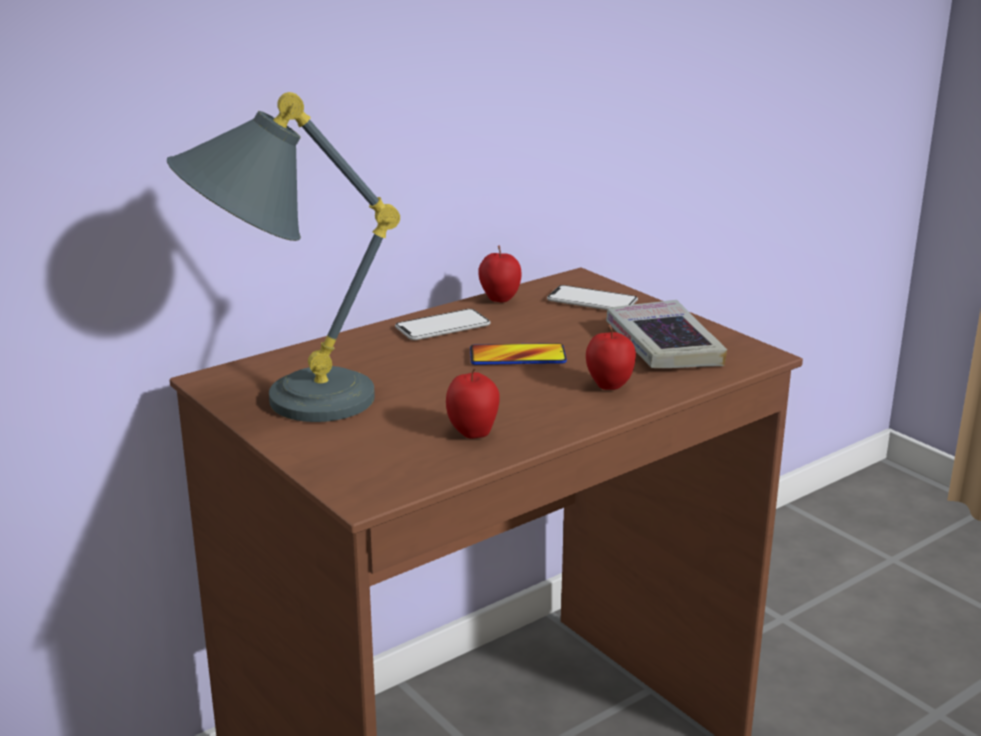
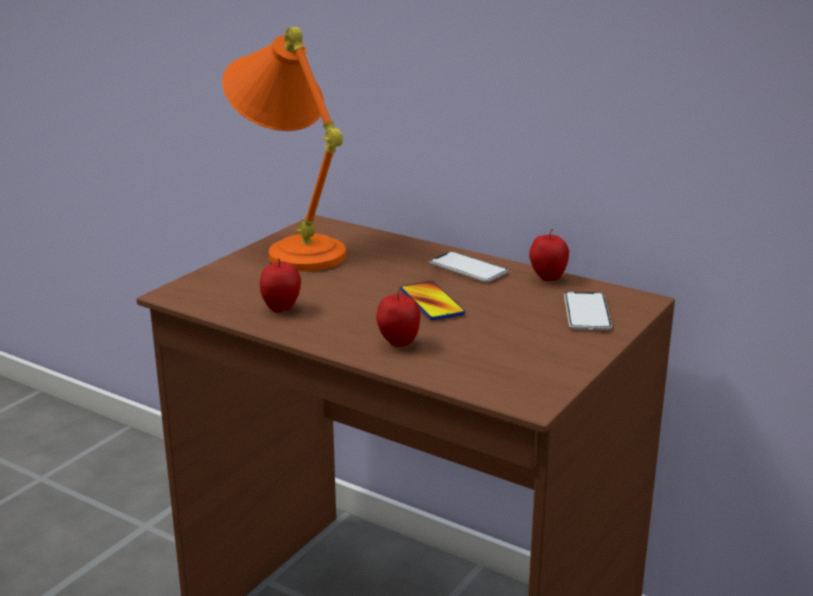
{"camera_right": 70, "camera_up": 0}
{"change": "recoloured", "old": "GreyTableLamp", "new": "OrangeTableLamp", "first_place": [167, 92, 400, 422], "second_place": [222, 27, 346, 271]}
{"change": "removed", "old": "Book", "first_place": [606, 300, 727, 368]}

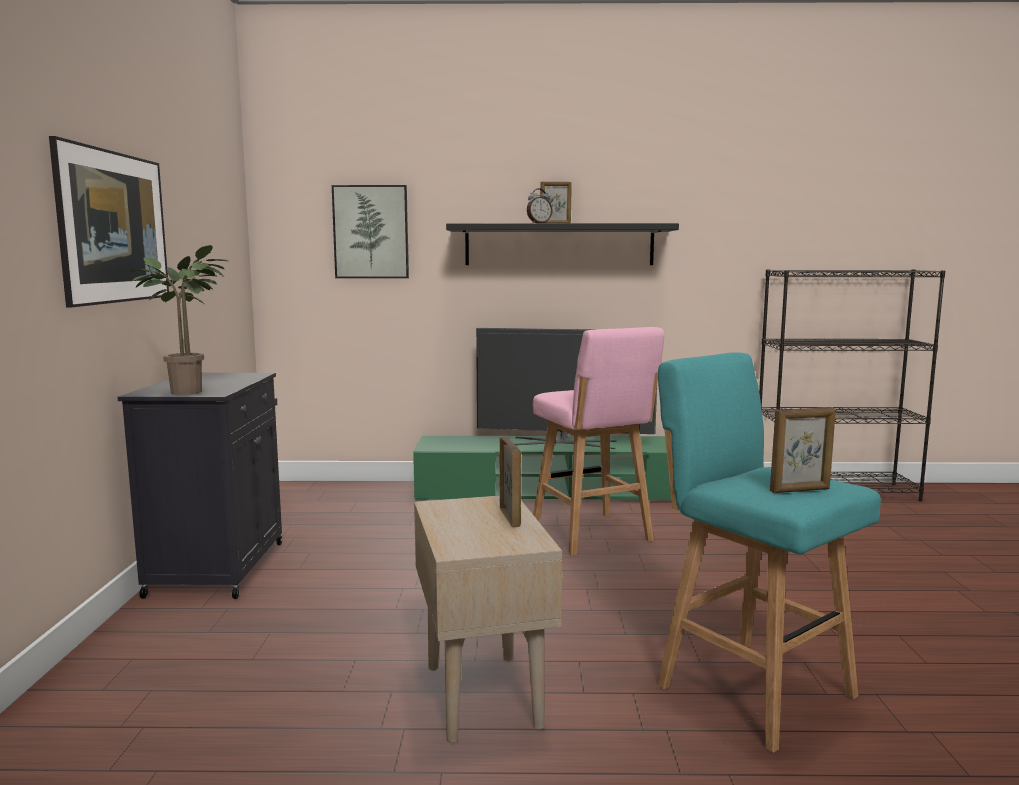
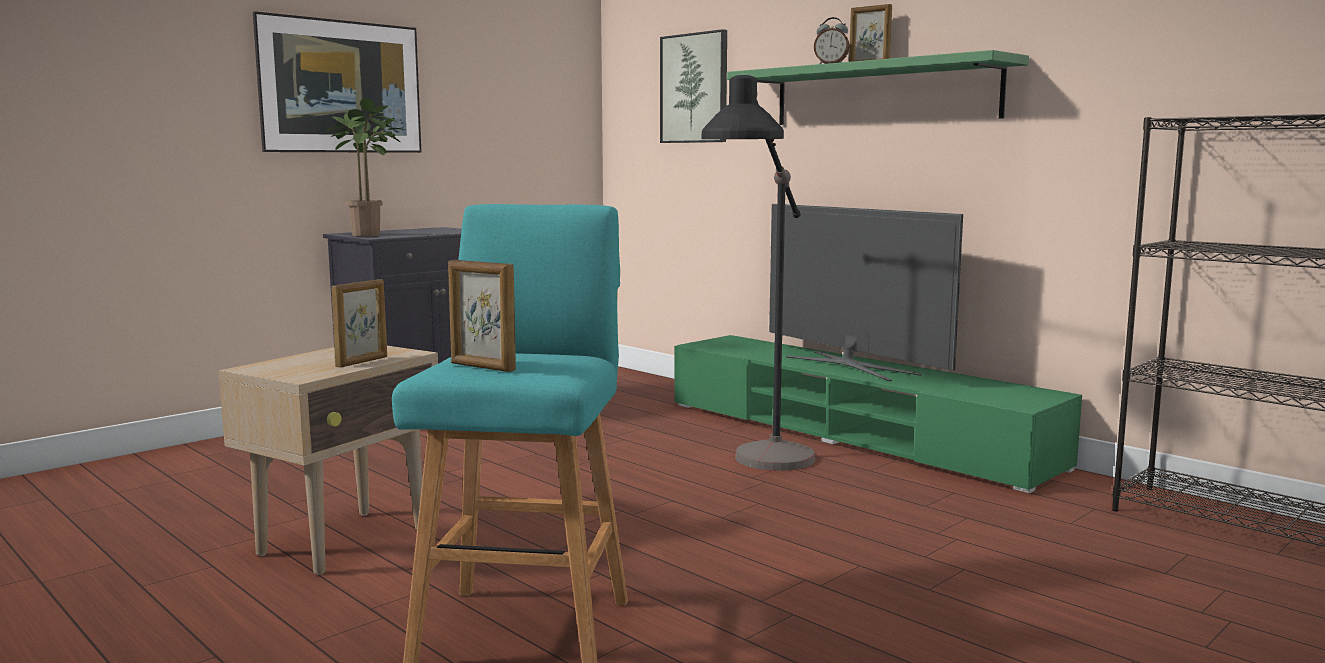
{"camera_right": 45, "camera_up": 0}
{"change": "replaced", "old": "PinkStool", "new": "BlackFloorLamp", "first_place": [533, 327, 664, 556], "second_place": [702, 75, 816, 471]}
{"change": "recoloured", "old": "BlackShelf", "new": "GreenShelf", "first_place": [446, 223, 679, 265], "second_place": [727, 50, 1029, 125]}

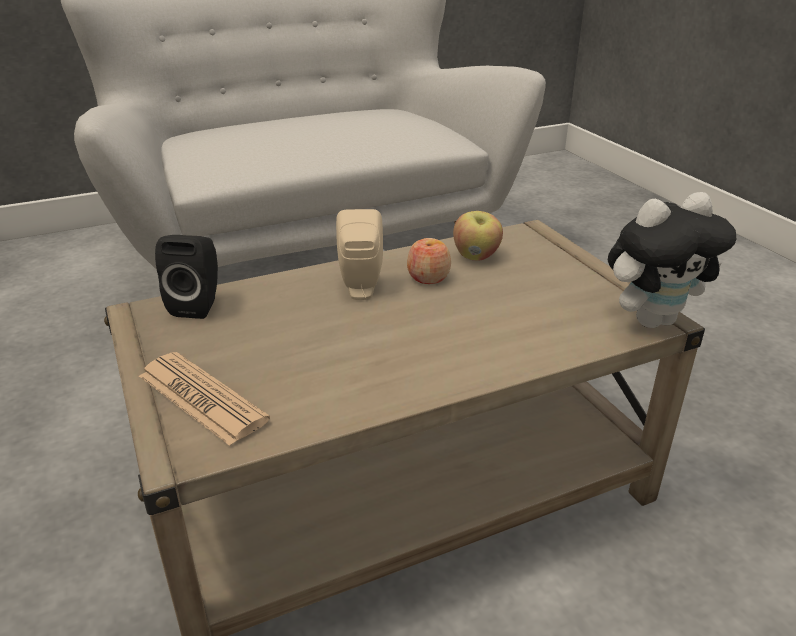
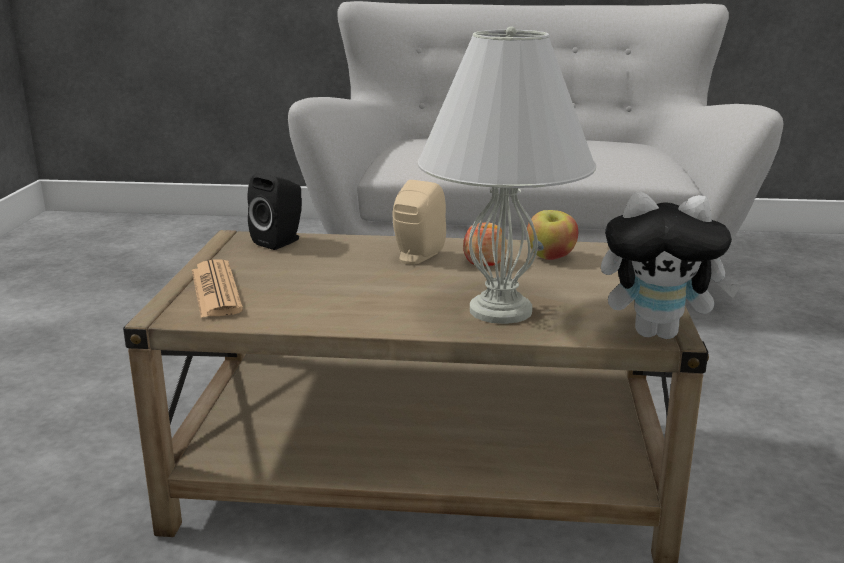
{"camera_right": 30, "camera_up": -10}
{"change": "added", "new": "WhiteTableLamp", "second_place": [418, 26, 596, 324]}

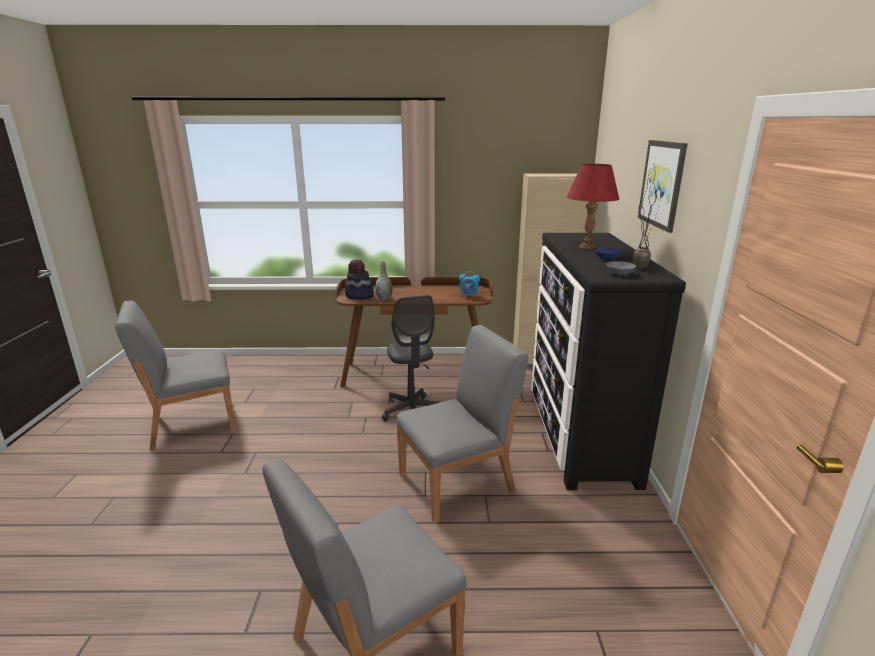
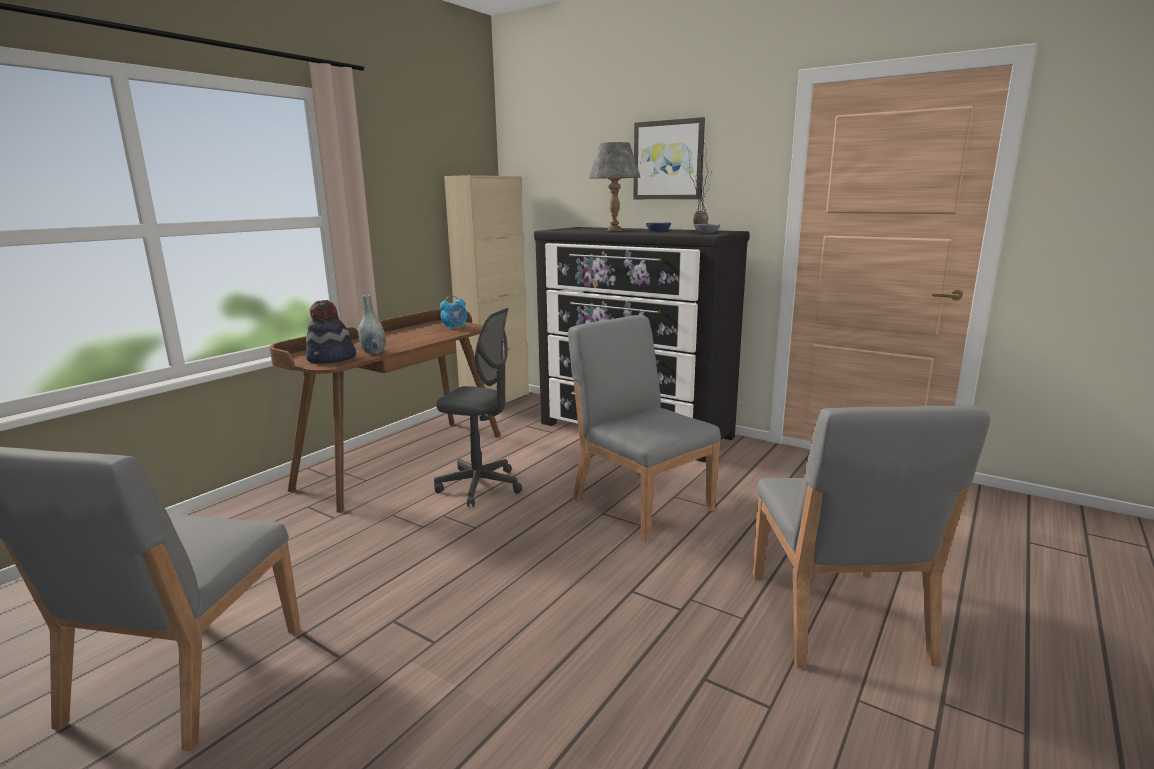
{"camera_right": -55, "camera_up": -5}
{"change": "turned", "old": "GreyChair", "first_place": [396, 325, 528, 524], "second_place": [568, 315, 721, 541], "degrees": -45}
{"change": "recoloured", "old": "RedTableLamp", "new": "GreyTableLamp", "first_place": [567, 164, 619, 249], "second_place": [589, 142, 641, 231]}

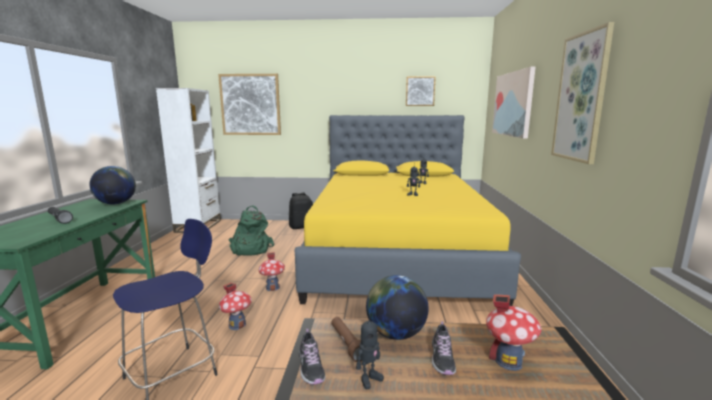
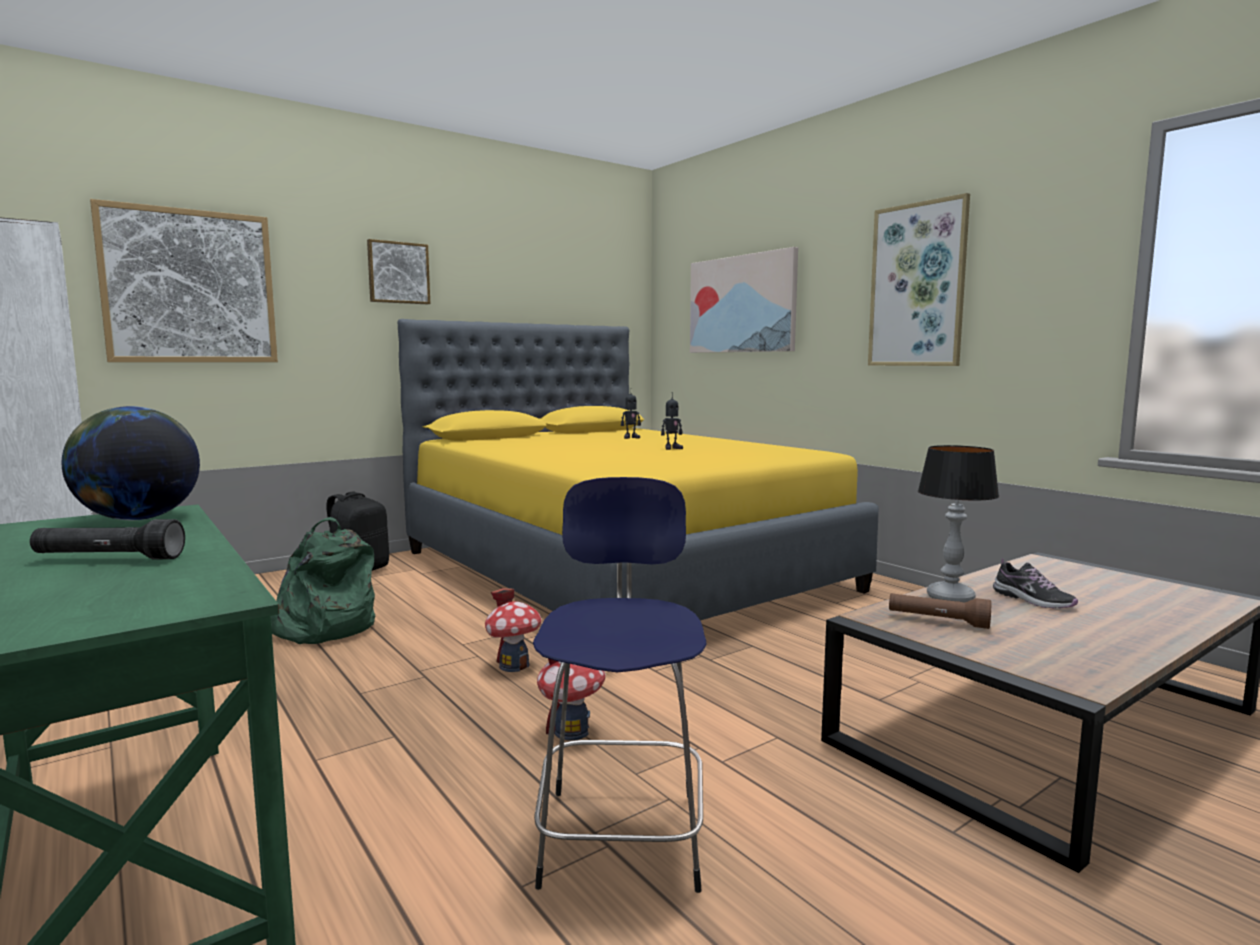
{"camera_right": -40, "camera_up": -5}
{"change": "moved", "old": "Picture", "first_place": [406, 76, 436, 106], "second_place": [367, 239, 430, 304]}
{"change": "replaced", "old": "Globe", "new": "TableLamp", "first_place": [366, 275, 429, 340], "second_place": [918, 445, 999, 602]}
{"change": "removed", "old": "Shoe", "first_place": [299, 328, 325, 385]}
{"change": "removed", "old": "ToyRobot", "first_place": [356, 313, 384, 389]}
{"change": "removed", "old": "ToyHouse", "first_place": [486, 294, 542, 371]}

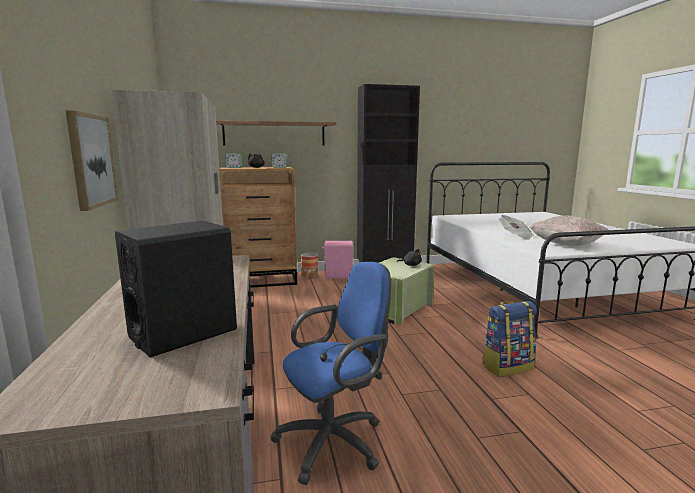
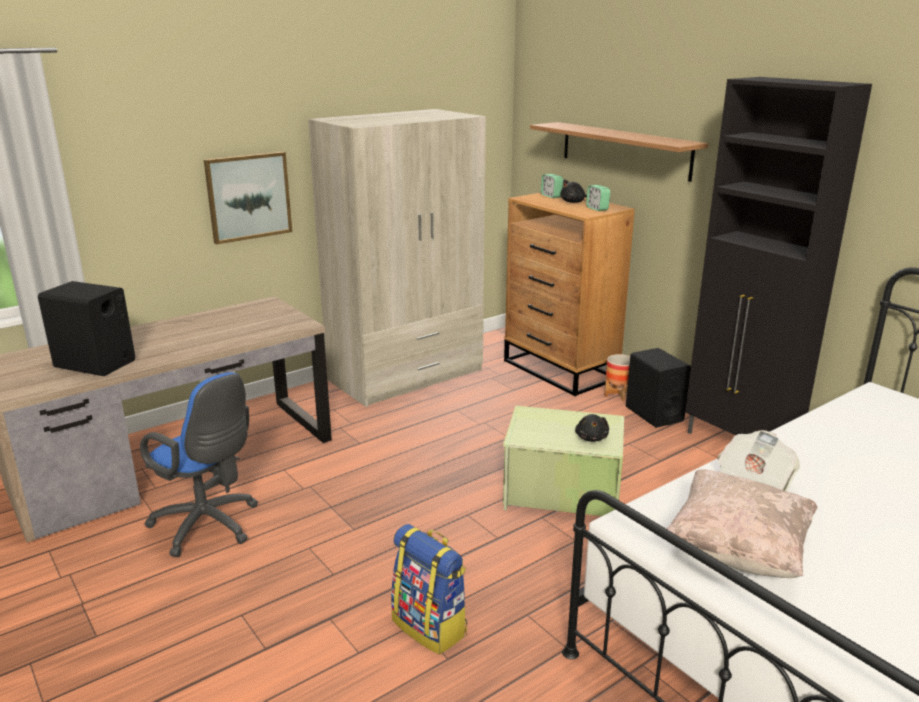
{"camera_right": 65, "camera_up": 10}
{"change": "recoloured", "old": "PinkSpeaker", "new": "BlackSpeaker", "first_place": [322, 241, 353, 279], "second_place": [626, 348, 691, 428]}

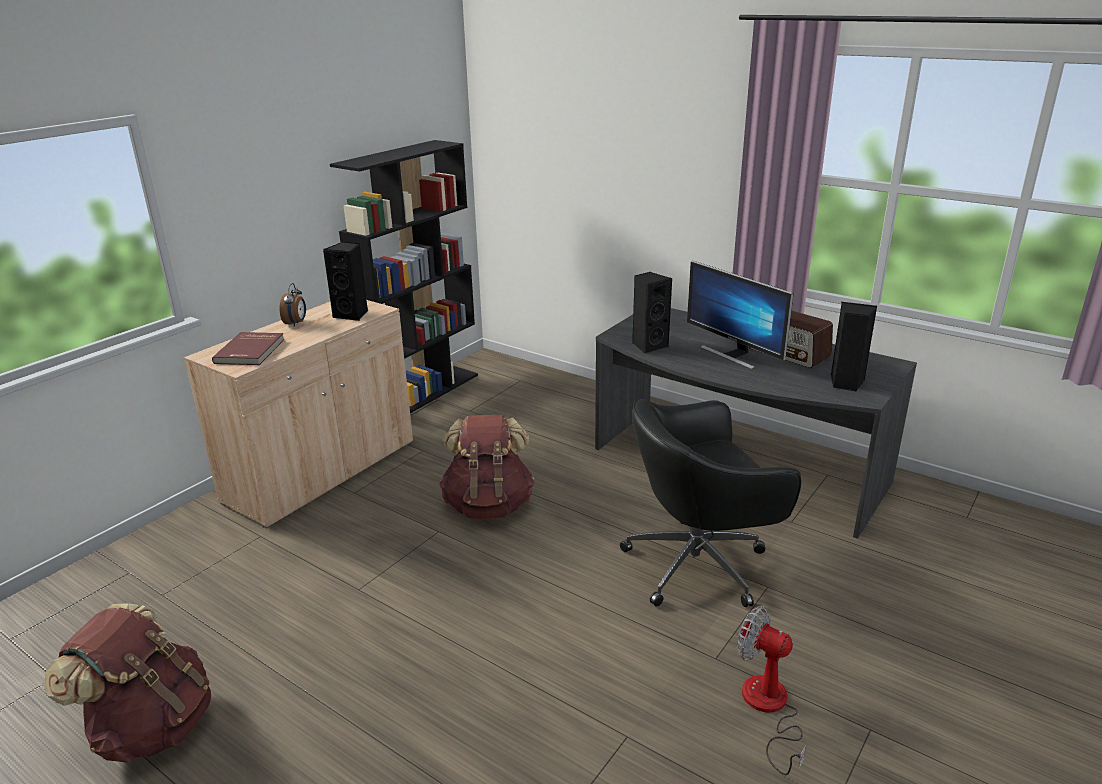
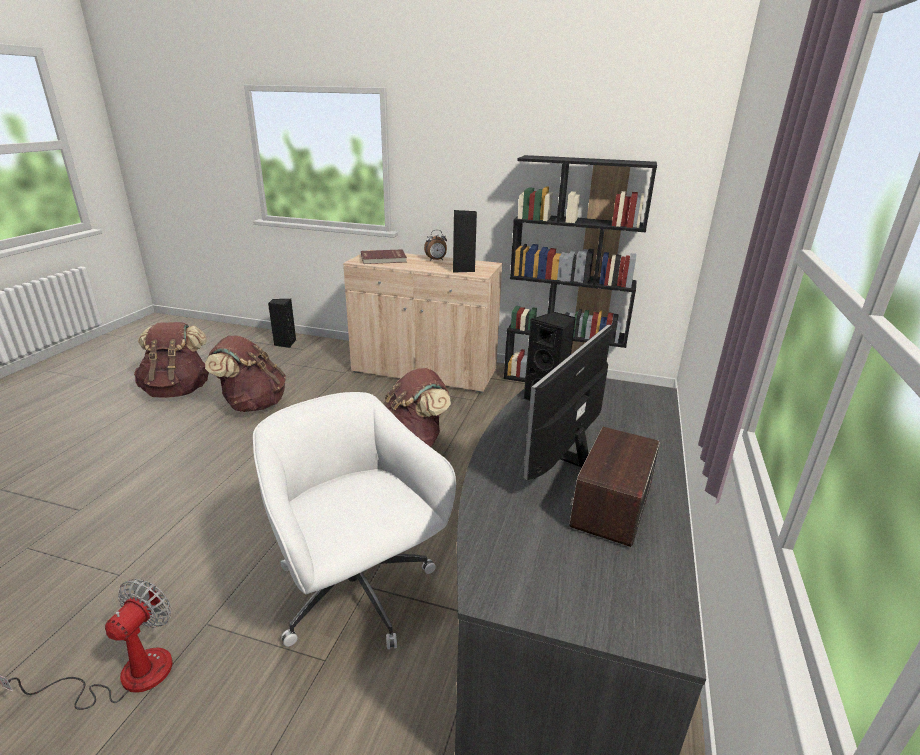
{"camera_right": 70, "camera_up": 0}
{"change": "added", "new": "BrownBackpack", "second_place": [205, 335, 286, 412]}
{"change": "recoloured", "old": "BlackOfficeChair", "new": "WhiteOfficeChair", "first_place": [620, 399, 801, 607], "second_place": [253, 392, 456, 649]}
{"change": "moved", "old": "BlackSpeaker", "first_place": [831, 302, 878, 392], "second_place": [268, 299, 296, 348]}

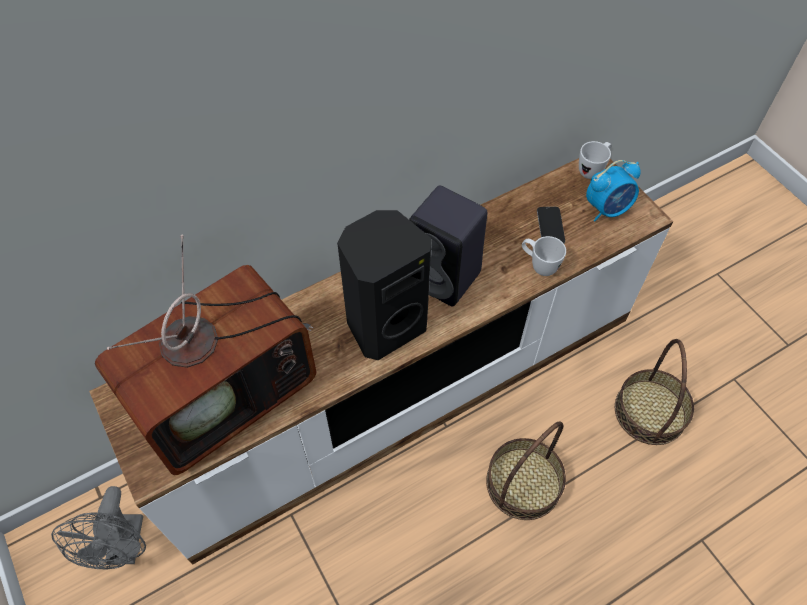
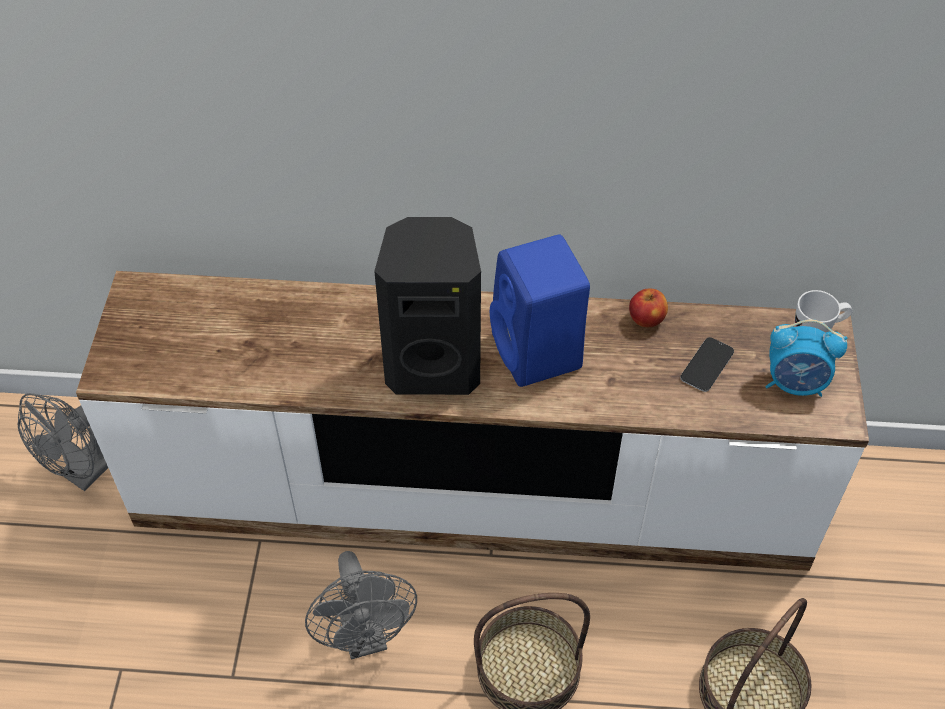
{"camera_right": 35, "camera_up": -5}
{"change": "added", "new": "GreyFan", "second_place": [305, 551, 417, 659]}
{"change": "recoloured", "old": "BlackSpeaker", "new": "BlueSpeaker", "first_place": [409, 185, 487, 307], "second_place": [490, 235, 590, 387]}
{"change": "added", "new": "Apple", "second_place": [629, 289, 668, 327]}
{"change": "removed", "old": "Television", "first_place": [95, 235, 316, 475]}
{"change": "removed", "old": "WhiteMug", "first_place": [522, 236, 566, 276]}

